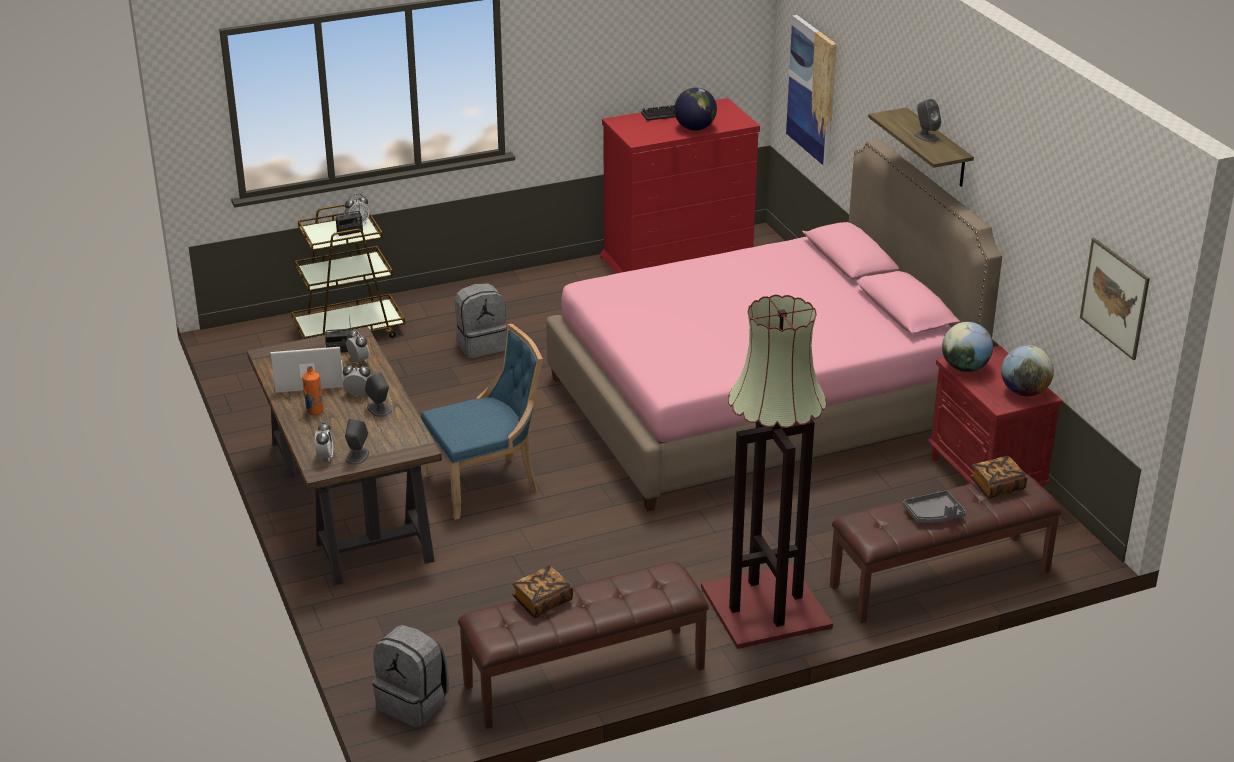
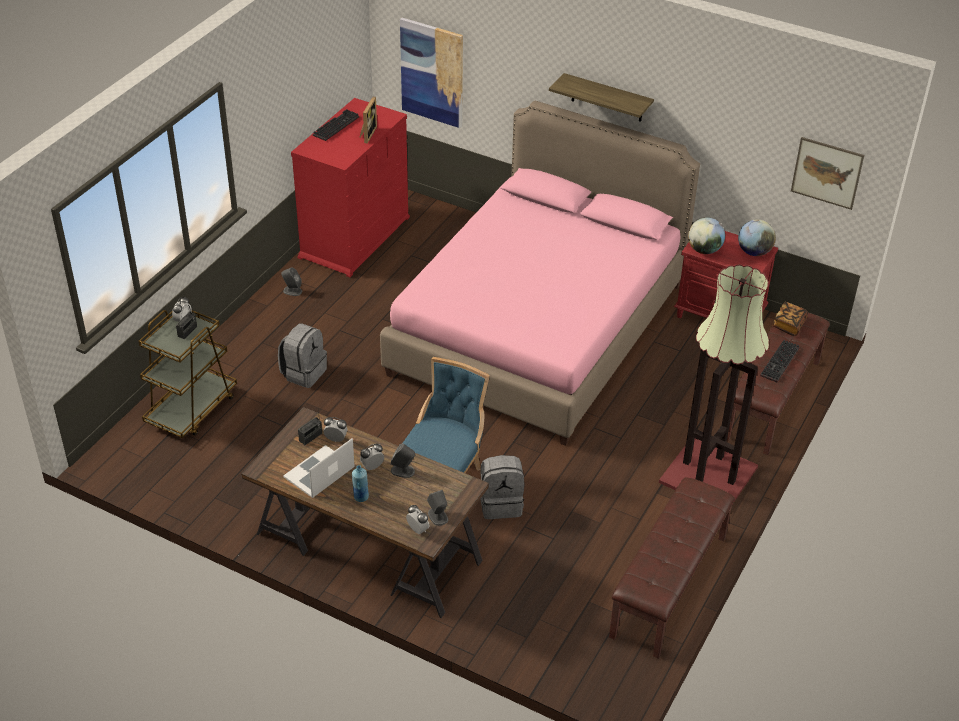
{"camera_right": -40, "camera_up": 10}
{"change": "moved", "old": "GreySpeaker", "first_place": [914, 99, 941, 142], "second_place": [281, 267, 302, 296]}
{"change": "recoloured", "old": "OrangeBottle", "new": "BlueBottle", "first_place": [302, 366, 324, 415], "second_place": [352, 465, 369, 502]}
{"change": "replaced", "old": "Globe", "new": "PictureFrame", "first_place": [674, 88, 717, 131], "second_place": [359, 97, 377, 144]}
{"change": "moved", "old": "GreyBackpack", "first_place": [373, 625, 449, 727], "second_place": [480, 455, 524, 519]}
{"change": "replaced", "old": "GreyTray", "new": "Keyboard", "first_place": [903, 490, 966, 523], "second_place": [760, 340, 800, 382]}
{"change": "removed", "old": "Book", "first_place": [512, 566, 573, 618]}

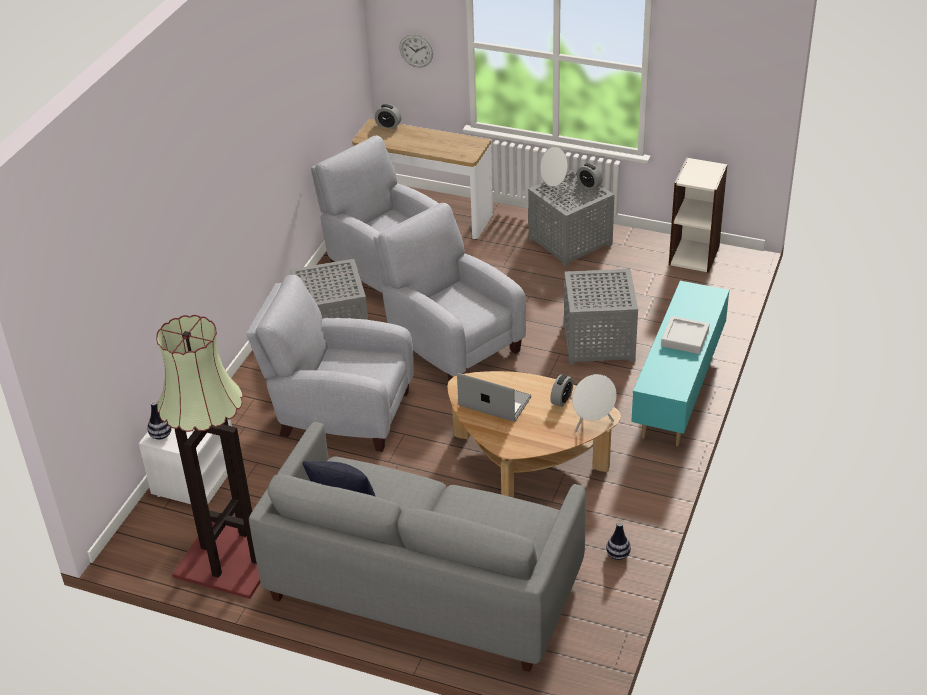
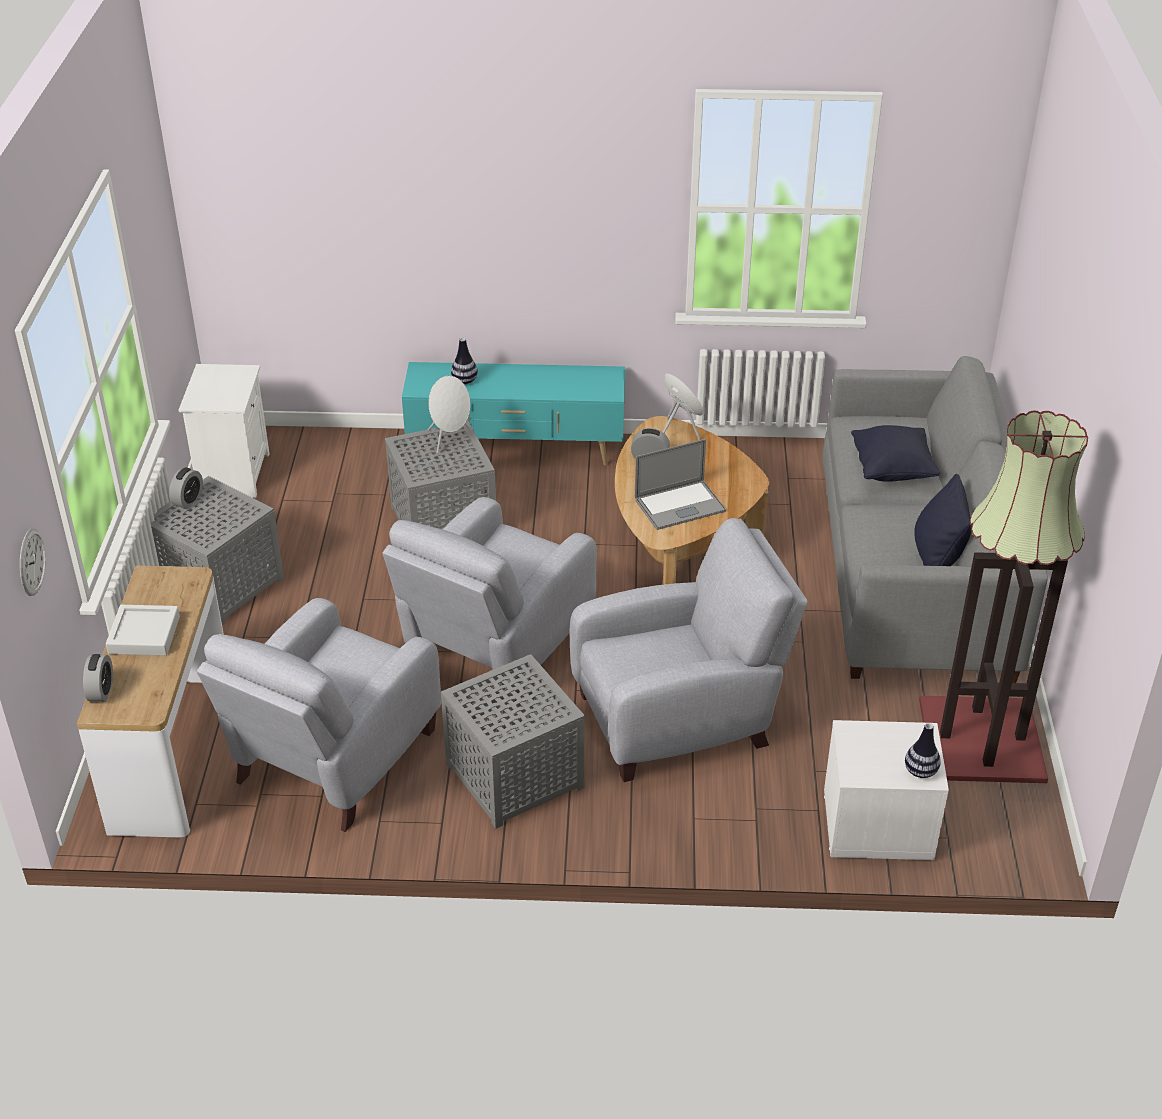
{"camera_right": -110, "camera_up": 0}
{"change": "moved", "old": "GreyTray", "first_place": [661, 316, 710, 354], "second_place": [106, 605, 180, 656]}
{"change": "replaced", "old": "Bookcase", "new": "WhiteNightstand", "first_place": [669, 157, 728, 273], "second_place": [179, 364, 269, 498]}
{"change": "moved", "old": "WhiteSpeaker", "first_place": [540, 147, 571, 202], "second_place": [428, 376, 470, 453]}
{"change": "moved", "old": "Vase", "first_place": [606, 522, 631, 560], "second_place": [451, 338, 478, 384]}
{"change": "turned", "old": "GreyArmchair", "first_place": [246, 275, 414, 452], "second_place": [570, 518, 808, 782], "degrees": -105}
{"change": "turned", "old": "Laptop", "first_place": [457, 373, 531, 422], "second_place": [635, 439, 726, 530], "degrees": -120}
{"change": "added", "new": "BlackPillow", "second_place": [851, 425, 940, 482]}

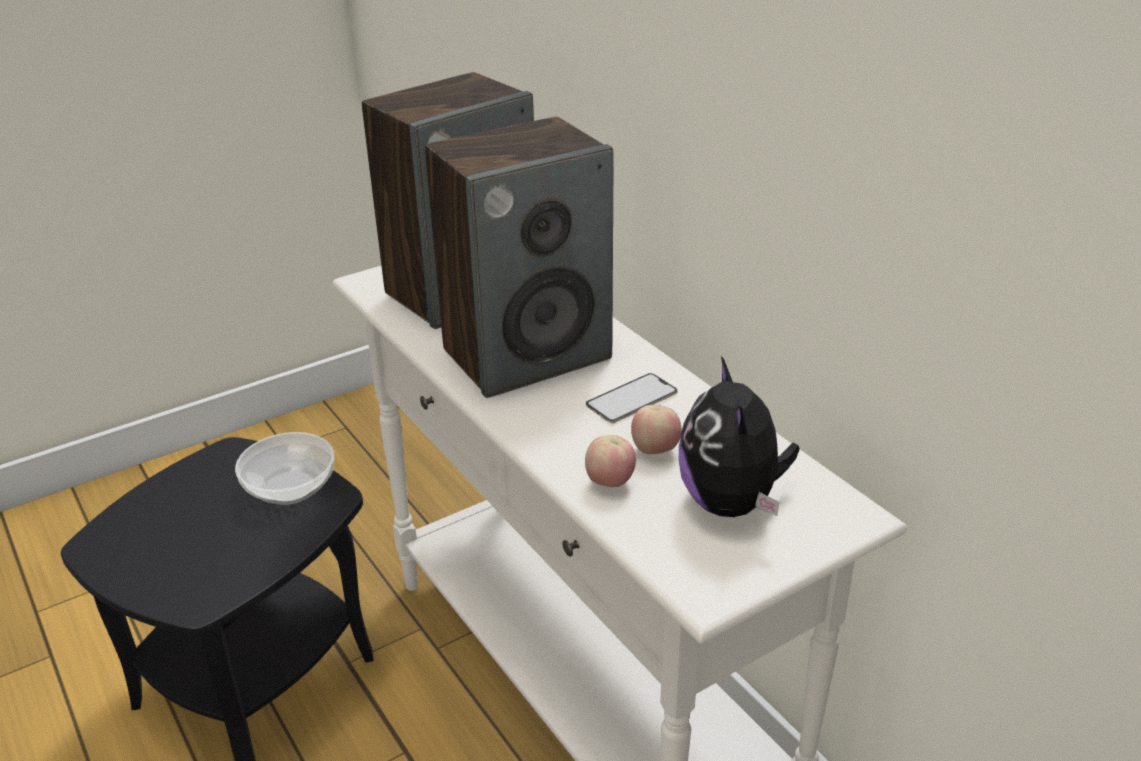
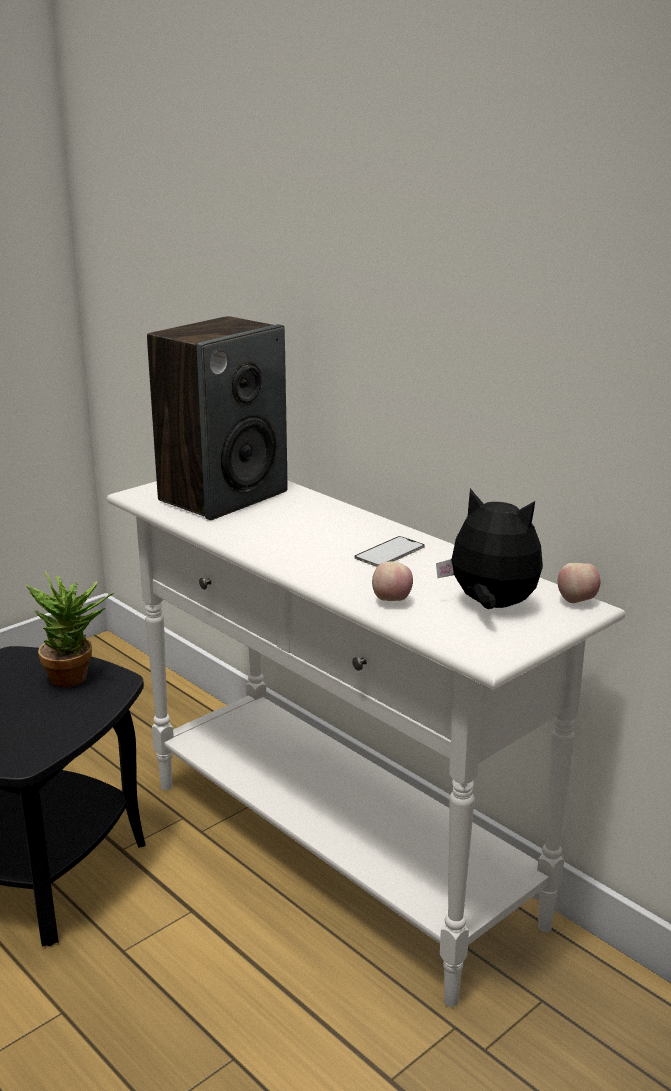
{"camera_right": -10, "camera_up": -10}
{"change": "replaced", "old": "Bowl", "new": "PottedPlant", "first_place": [235, 432, 335, 505], "second_place": [26, 572, 115, 687]}
{"change": "turned", "old": "PlushToy", "first_place": [679, 356, 800, 517], "second_place": [436, 488, 543, 609], "degrees": 135}
{"change": "moved", "old": "Apple", "first_place": [631, 405, 682, 454], "second_place": [558, 563, 601, 603]}
{"change": "removed", "old": "Speaker", "first_place": [425, 117, 613, 398]}

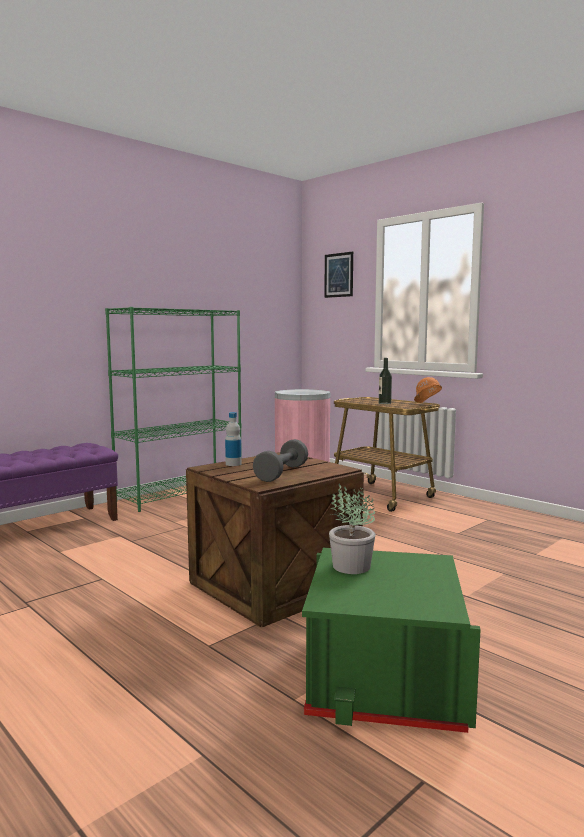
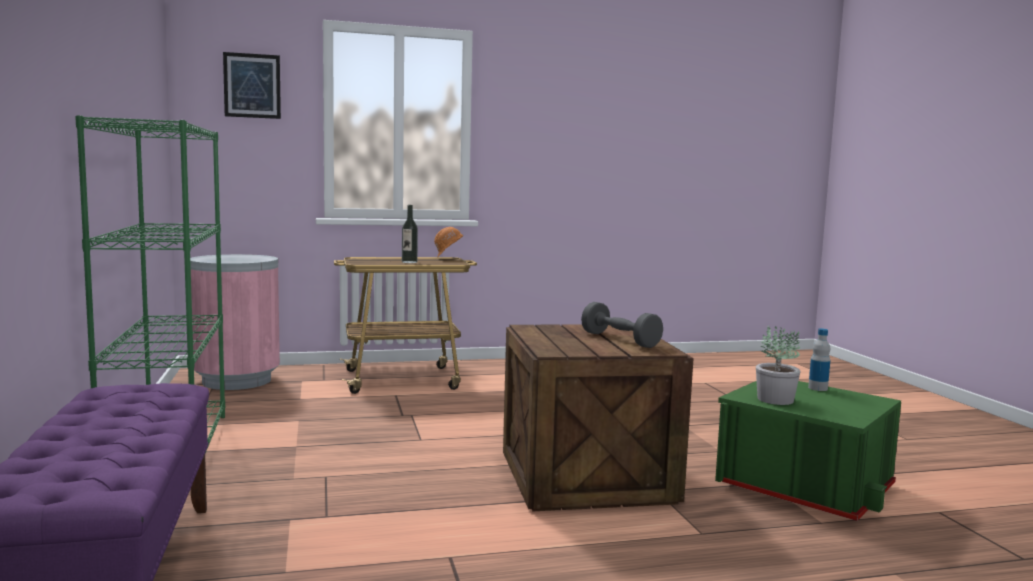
{"camera_right": -60, "camera_up": 0}
{"change": "moved", "old": "Bottle", "first_place": [225, 412, 241, 466], "second_place": [808, 328, 830, 391]}

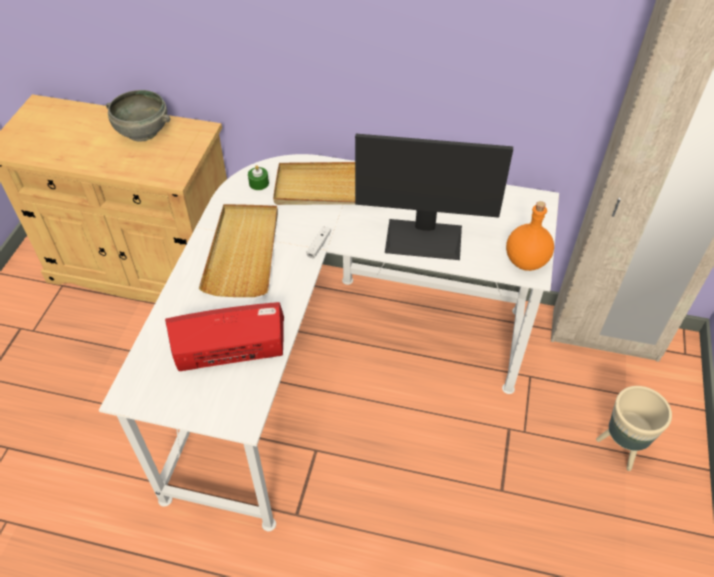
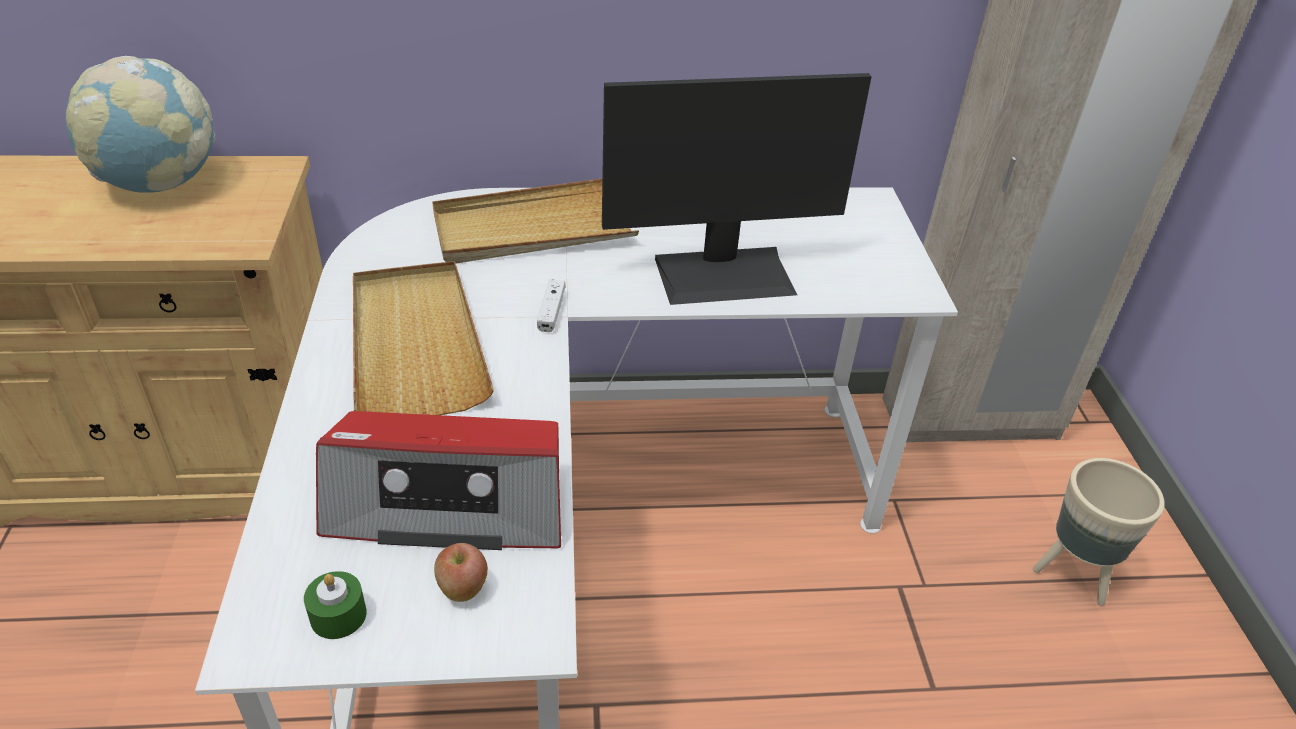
{"camera_right": -20, "camera_up": -10}
{"change": "replaced", "old": "GreyBowl", "new": "Globe", "first_place": [106, 90, 170, 142], "second_place": [66, 56, 215, 193]}
{"change": "moved", "old": "GreenCandle", "first_place": [248, 165, 269, 190], "second_place": [304, 571, 367, 639]}
{"change": "turned", "old": "Radio", "first_place": [165, 302, 284, 371], "second_place": [316, 411, 561, 550], "degrees": -150}
{"change": "added", "new": "Apple", "second_place": [434, 543, 488, 602]}
{"change": "removed", "old": "OrangeBottle", "first_place": [506, 201, 554, 271]}

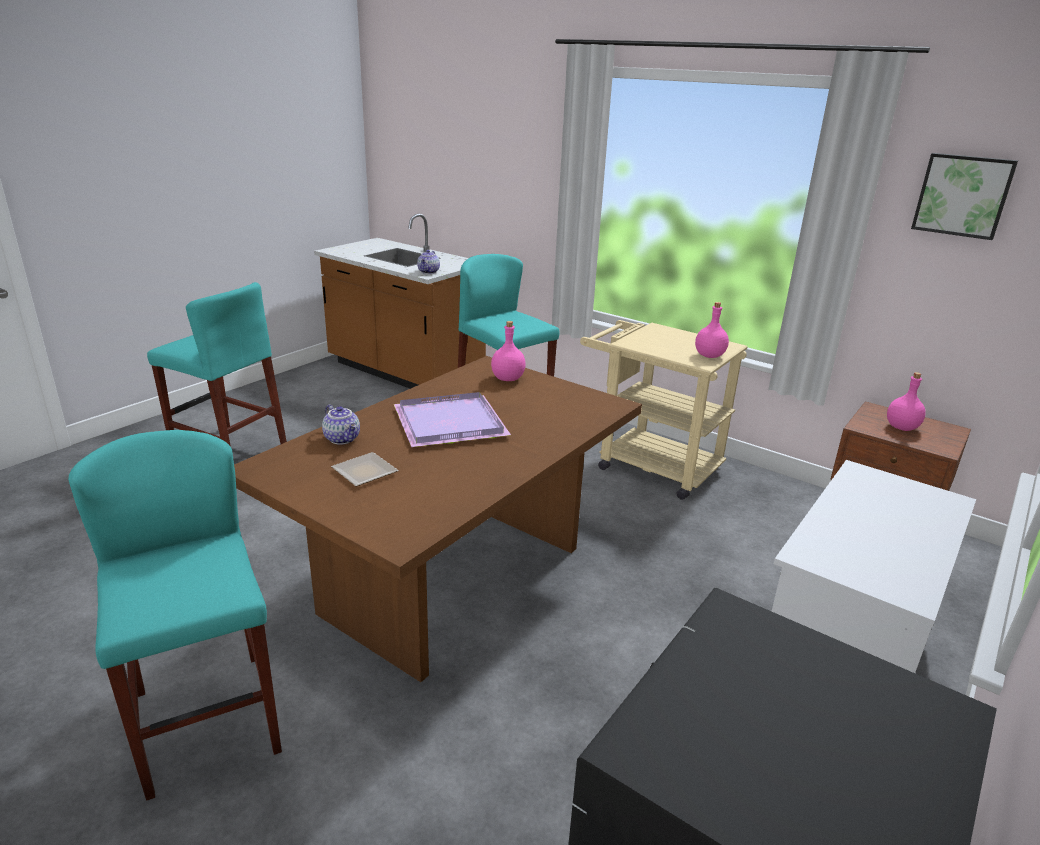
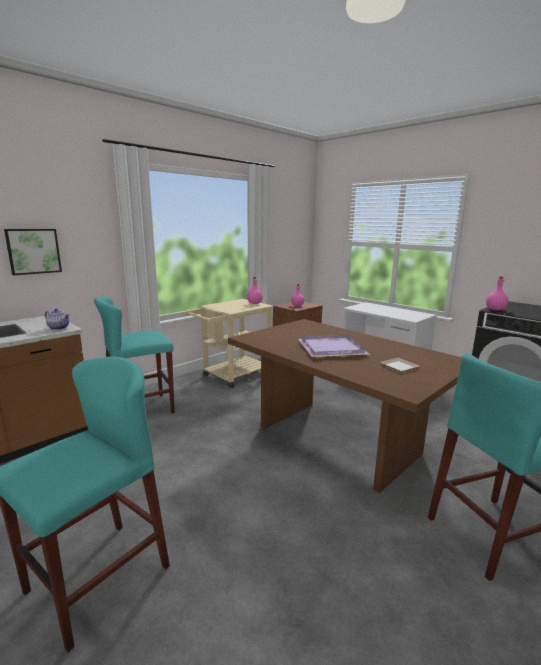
{"camera_right": -80, "camera_up": -10}
{"change": "moved", "old": "Picture", "first_place": [911, 153, 1018, 240], "second_place": [4, 229, 62, 275]}
{"change": "moved", "old": "PinkBottle", "first_place": [491, 321, 526, 381], "second_place": [486, 276, 509, 311]}
{"change": "removed", "old": "Teapot", "first_place": [322, 404, 360, 445]}

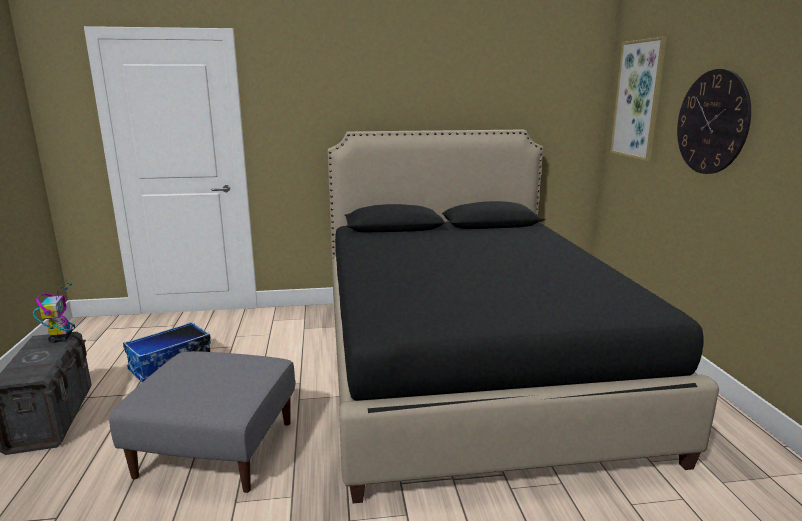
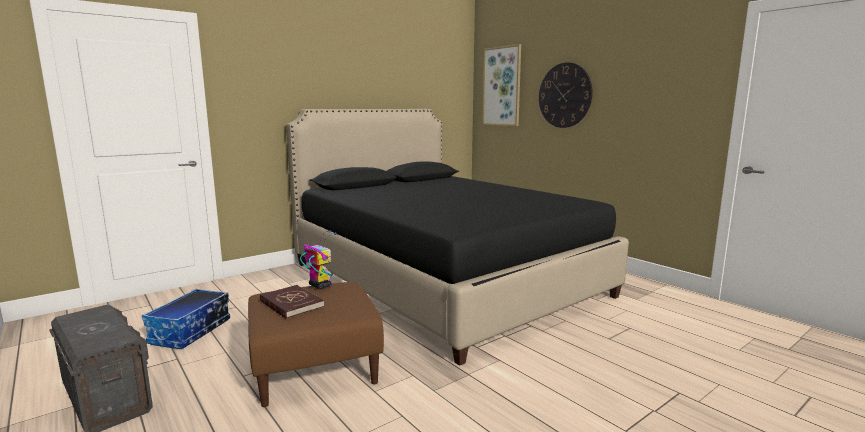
{"camera_right": -30, "camera_up": -5}
{"change": "recoloured", "old": "GreyOttoman", "new": "BrownOttoman", "first_place": [109, 351, 295, 493], "second_place": [248, 282, 384, 407]}
{"change": "added", "new": "RedBook", "second_place": [260, 285, 324, 319]}
{"change": "moved", "old": "ToyRobot", "first_place": [33, 283, 75, 343], "second_place": [300, 230, 337, 289]}

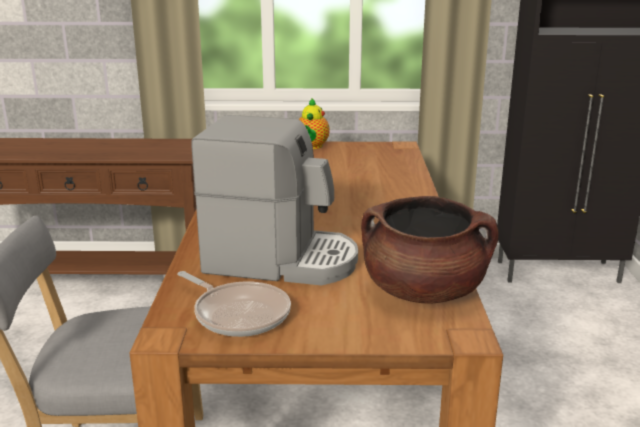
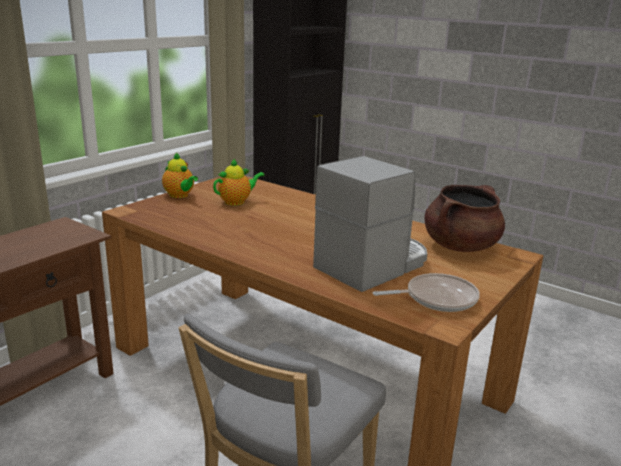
{"camera_right": -55, "camera_up": 0}
{"change": "added", "new": "Teapot", "second_place": [213, 159, 265, 206]}

